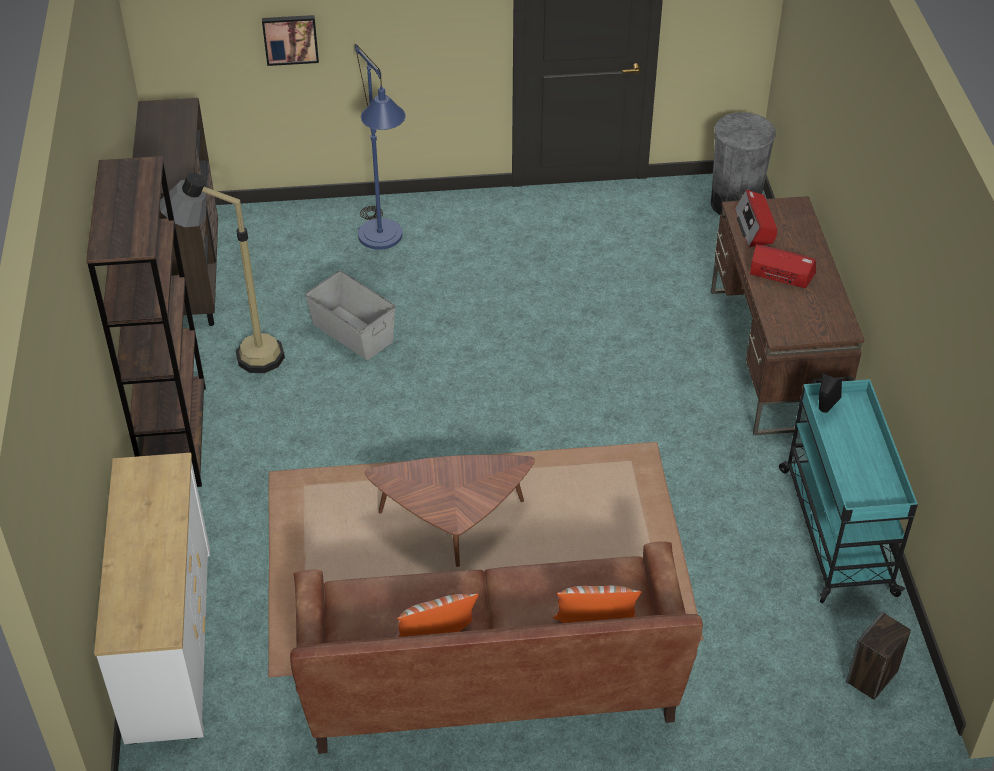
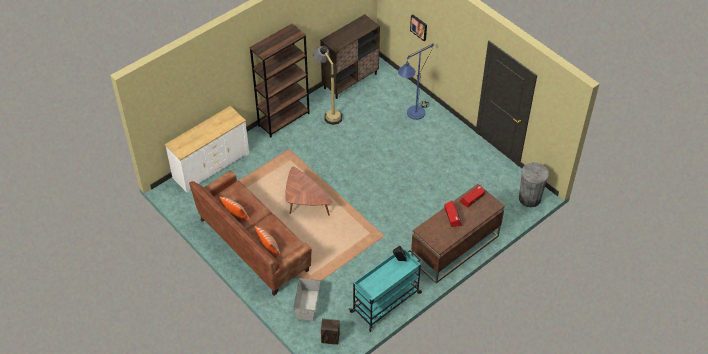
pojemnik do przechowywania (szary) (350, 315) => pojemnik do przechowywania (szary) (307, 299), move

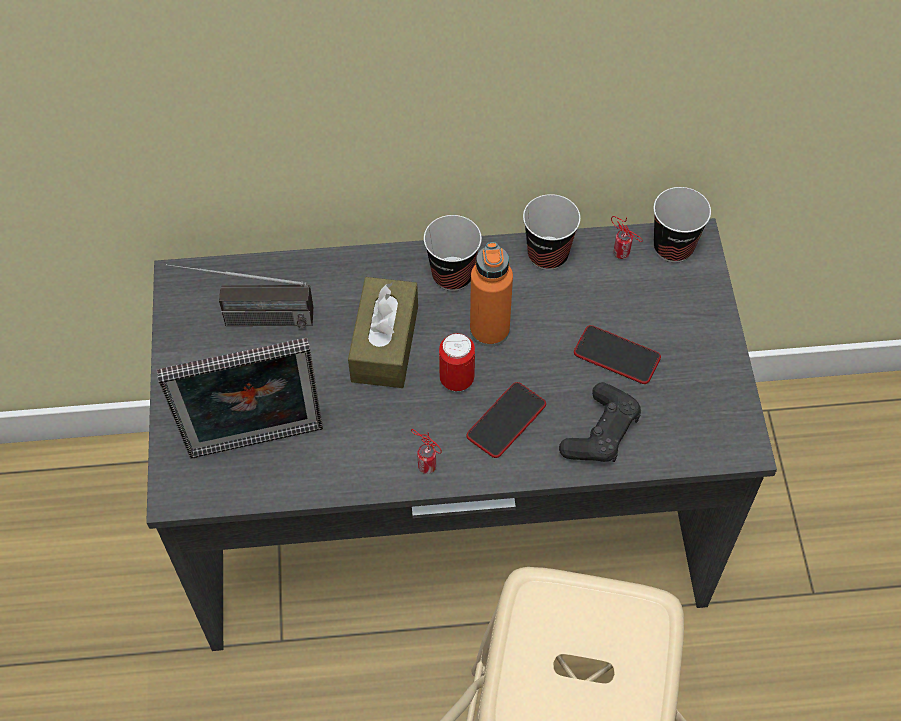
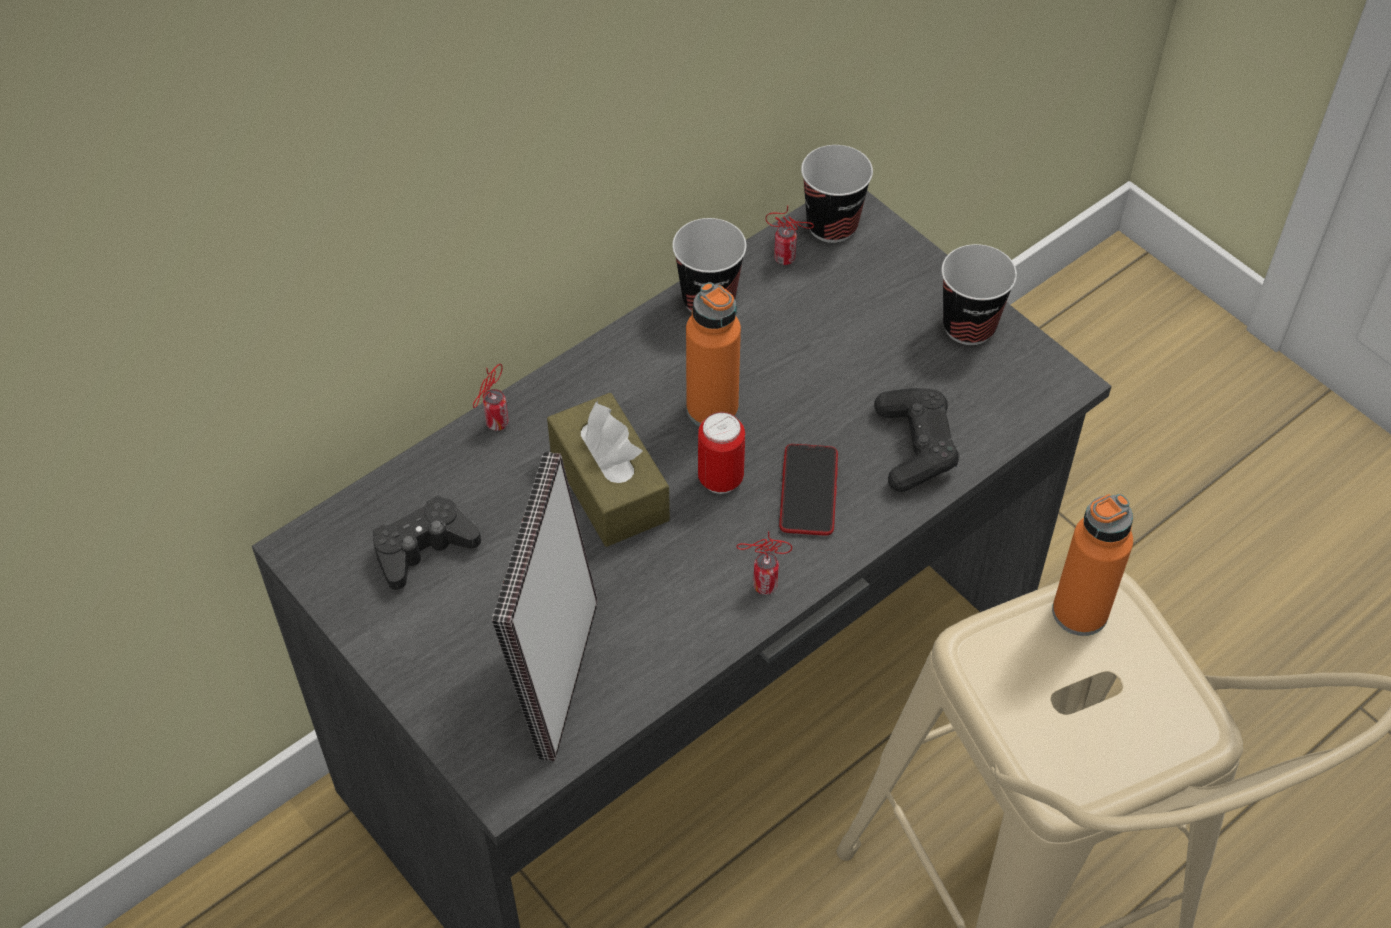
filiżanka (453, 253) => filiżanka (979, 294), move
radio (239, 296) => pad do gier (czarny) (427, 542)
telefon (617, 354) => nothing
ramka na zdjęcie (240, 398) => ramka na zdjęcie (545, 606), 150 degrees clockwise
nothing => puszka (491, 397)
nothing => butelka (pomarańczowy) (1092, 565)

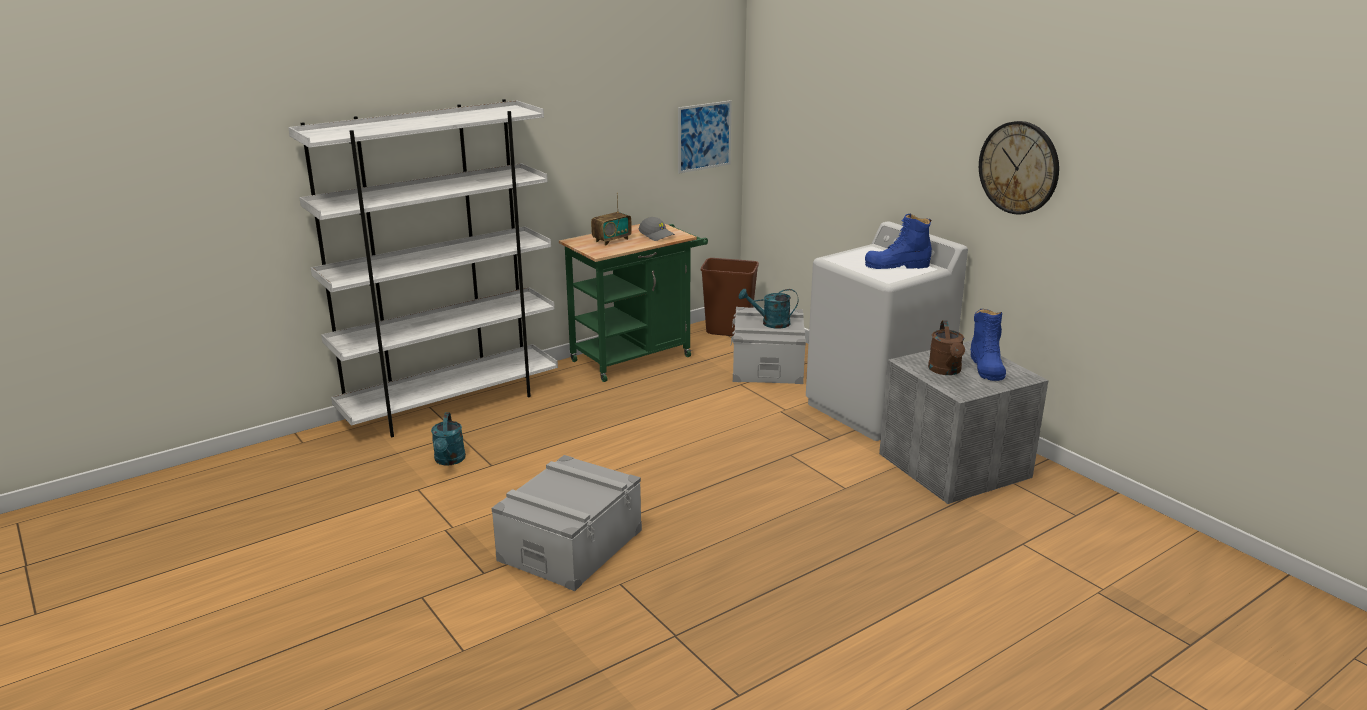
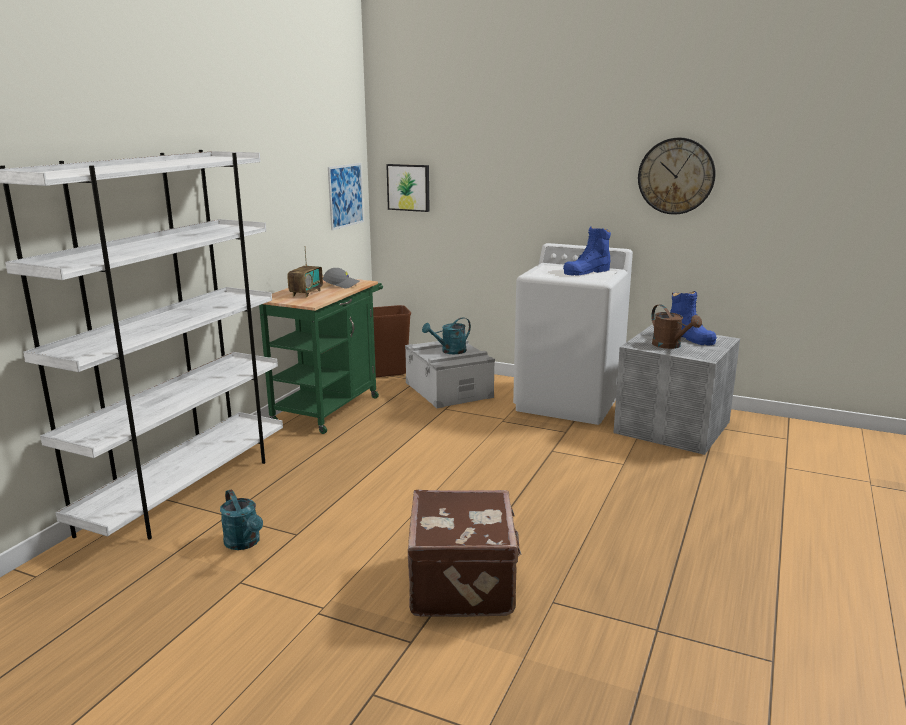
pojemnik do przechowywania (szary) (566, 523) => walizka (brązowy) (464, 553)
nothing => obraz (408, 188)

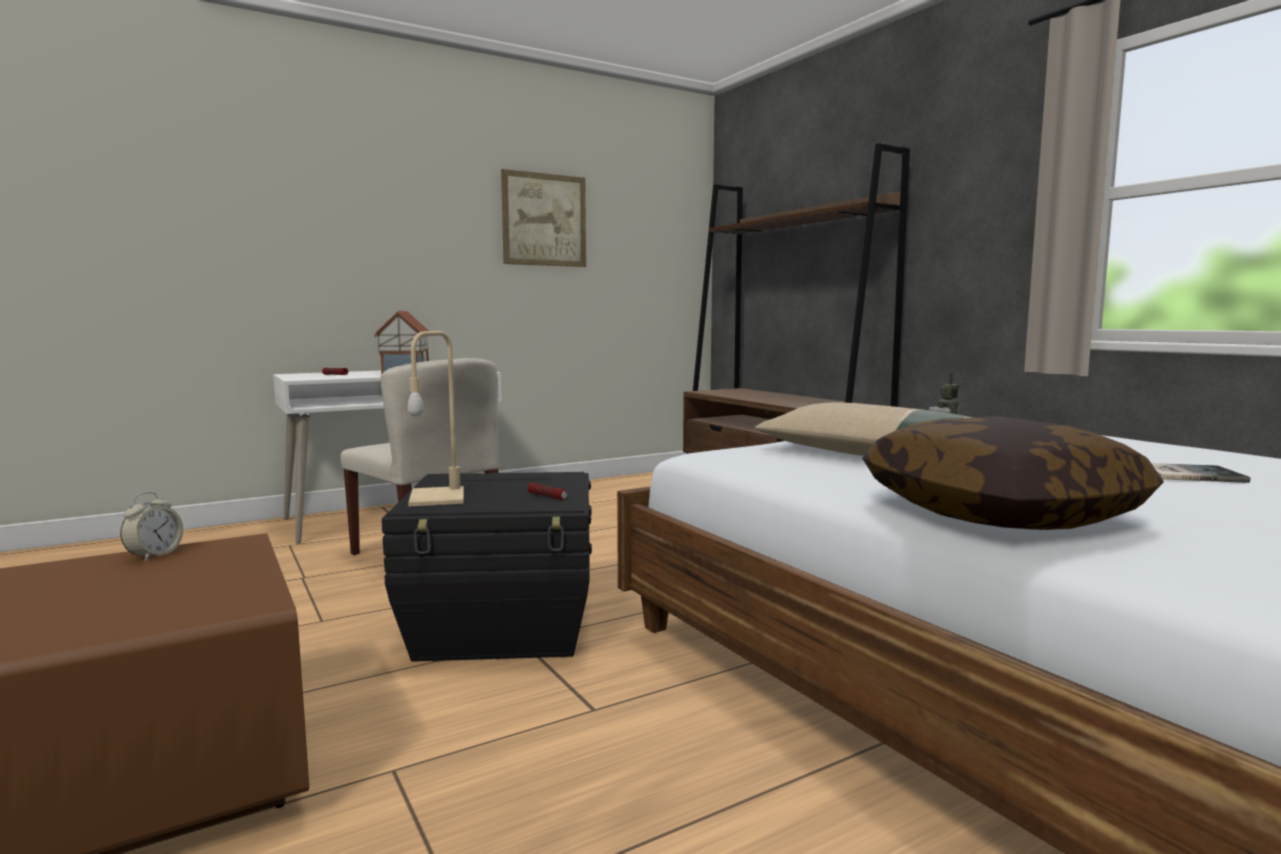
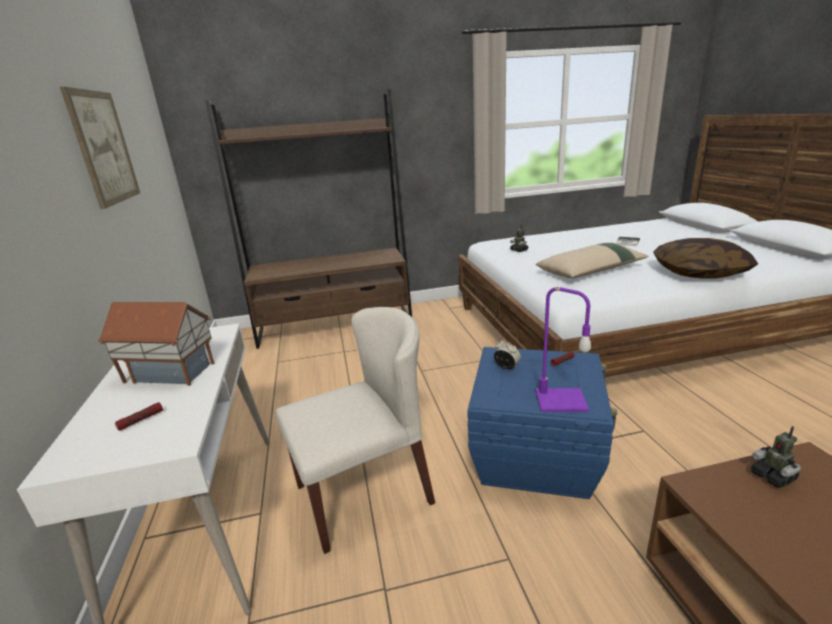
lampa stołowa (beżowy) (435, 419) => lampa stołowa (fioletowy) (563, 349)
pojemnik do przechowywania (czarny) (487, 567) => pojemnik do przechowywania (niebieski) (542, 423)
budzik (151, 527) => budzik (507, 355), move
nothing => robot zabawkowy (776, 457)

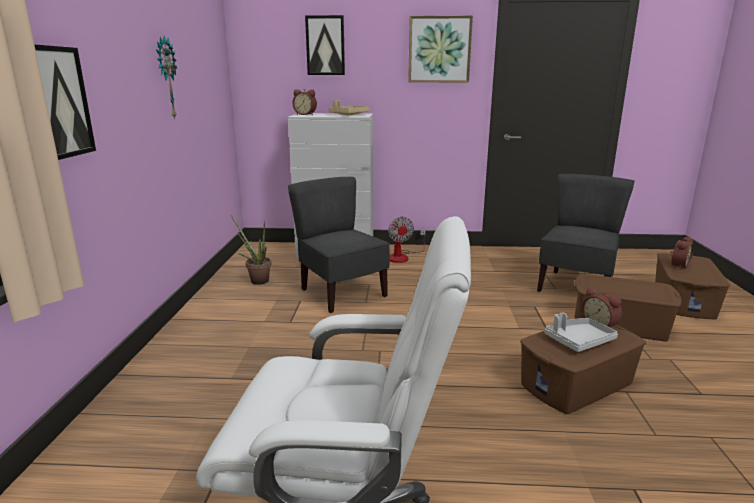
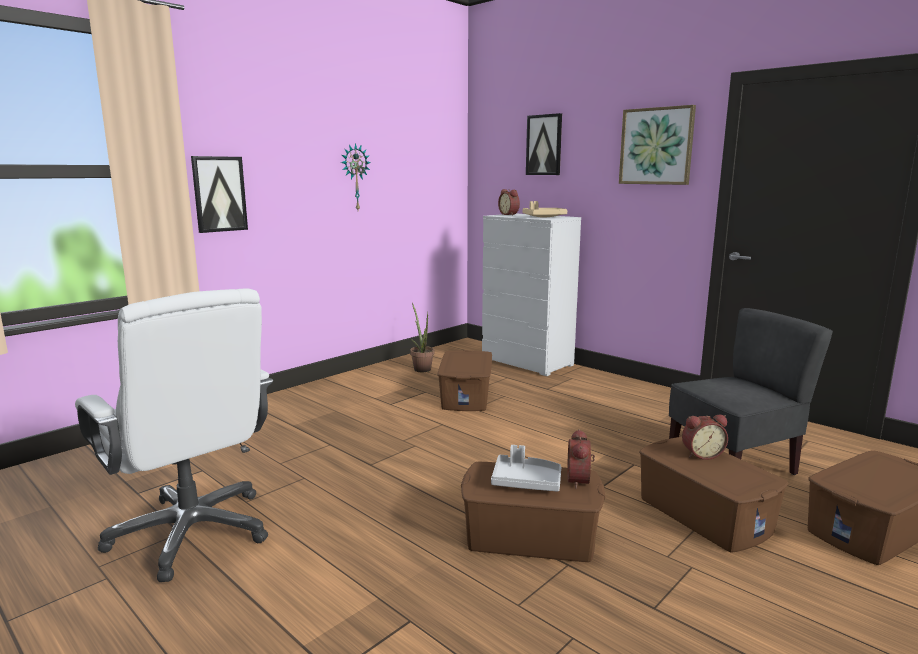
krzesło (szary) (339, 245) => pojemnik do przechowywania (brązowy) (465, 380)
wentylator (407, 240) => nothing
budzik (682, 253) => budzik (705, 437), move

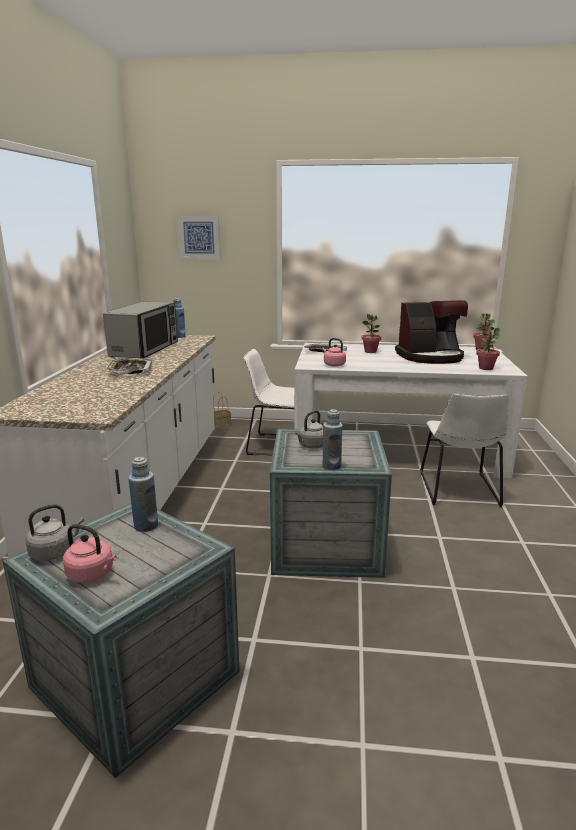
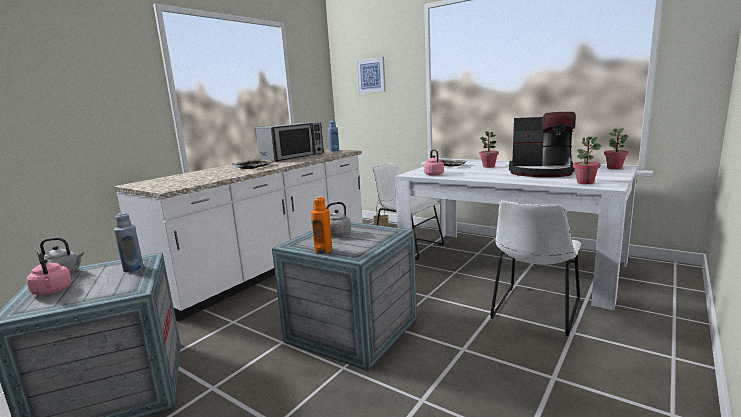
butelka (niebieski) (332, 439) => butelka (pomarańczowy) (321, 225)

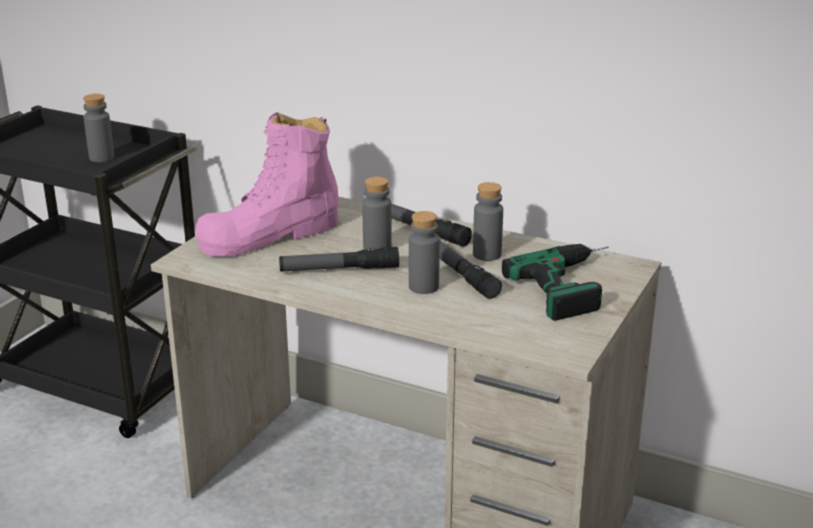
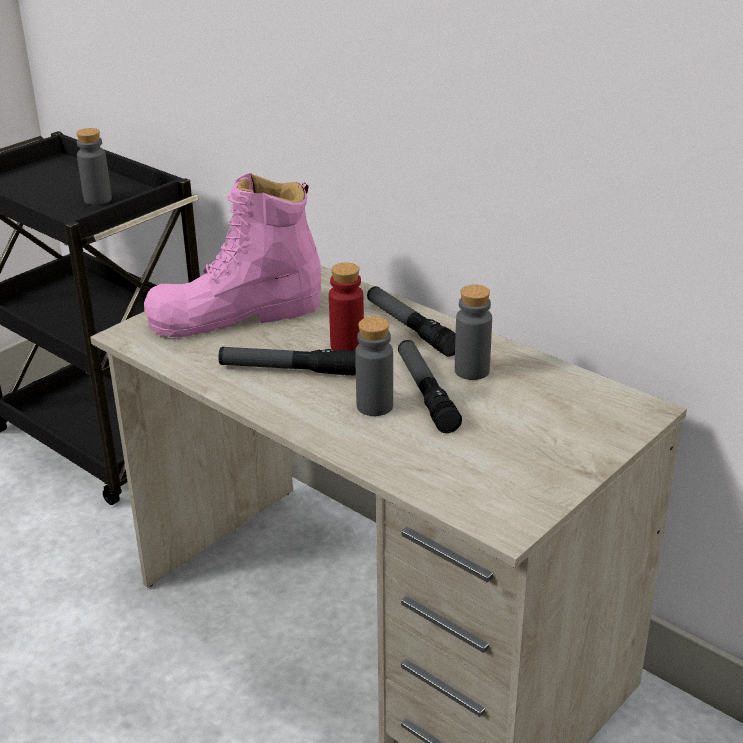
butelka (szary) (377, 213) => butelka (czerwony) (346, 306)
wiertarka (555, 282) => nothing

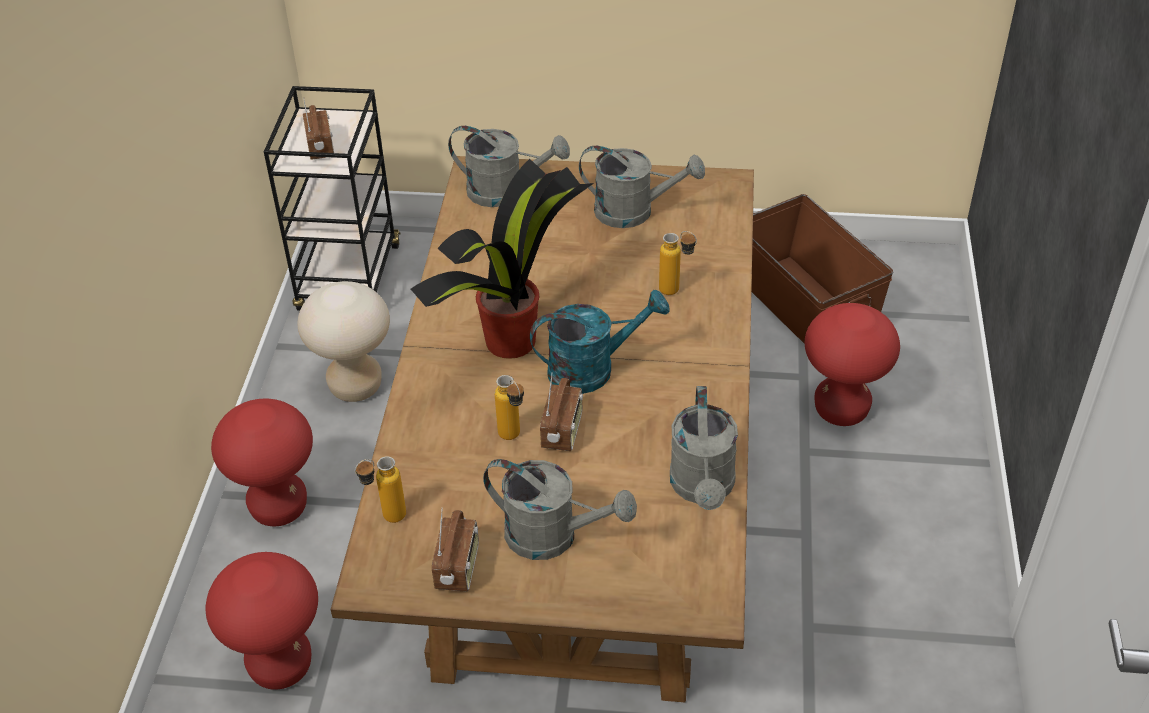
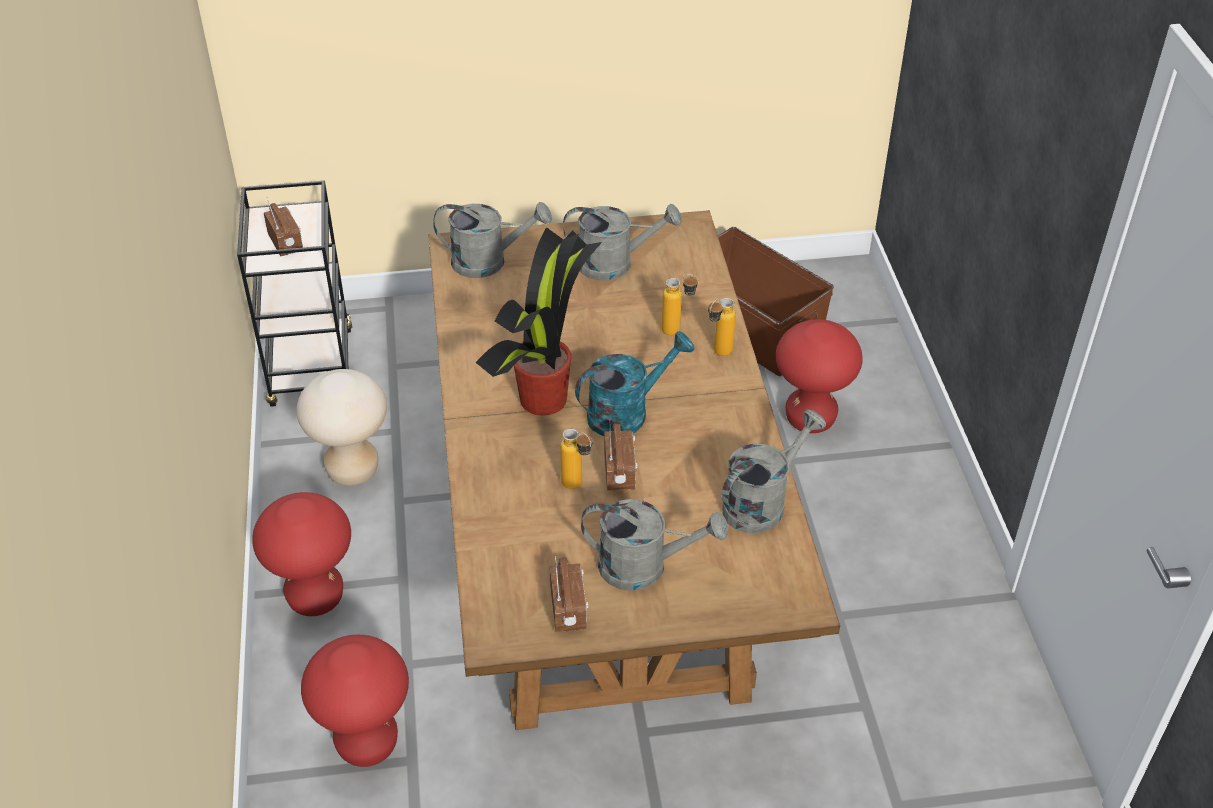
konewka (szary) (704, 448) => konewka (szary) (774, 471), 120 degrees counterclockwise
butelka (380, 489) => butelka (722, 327), move

